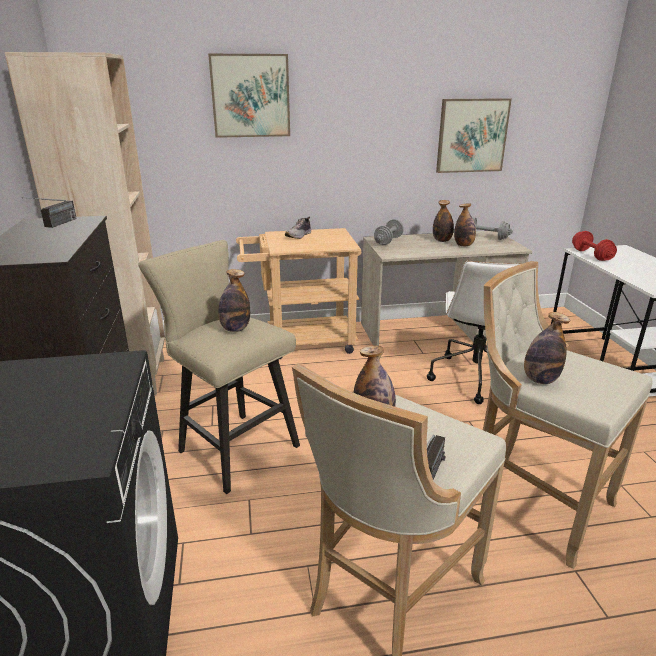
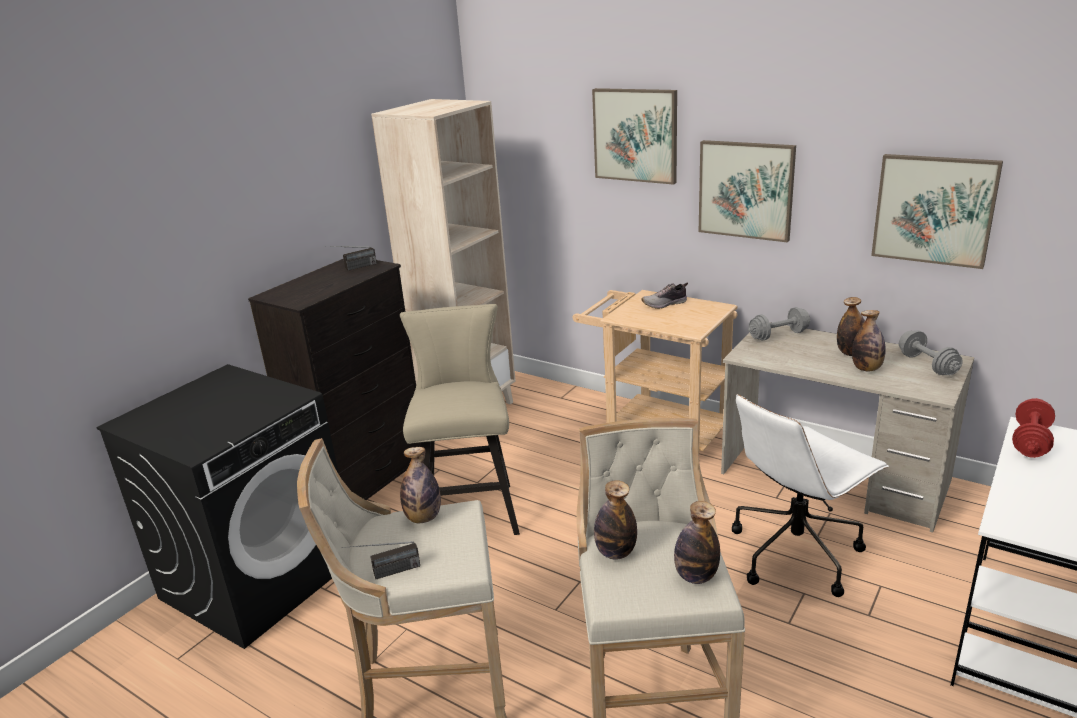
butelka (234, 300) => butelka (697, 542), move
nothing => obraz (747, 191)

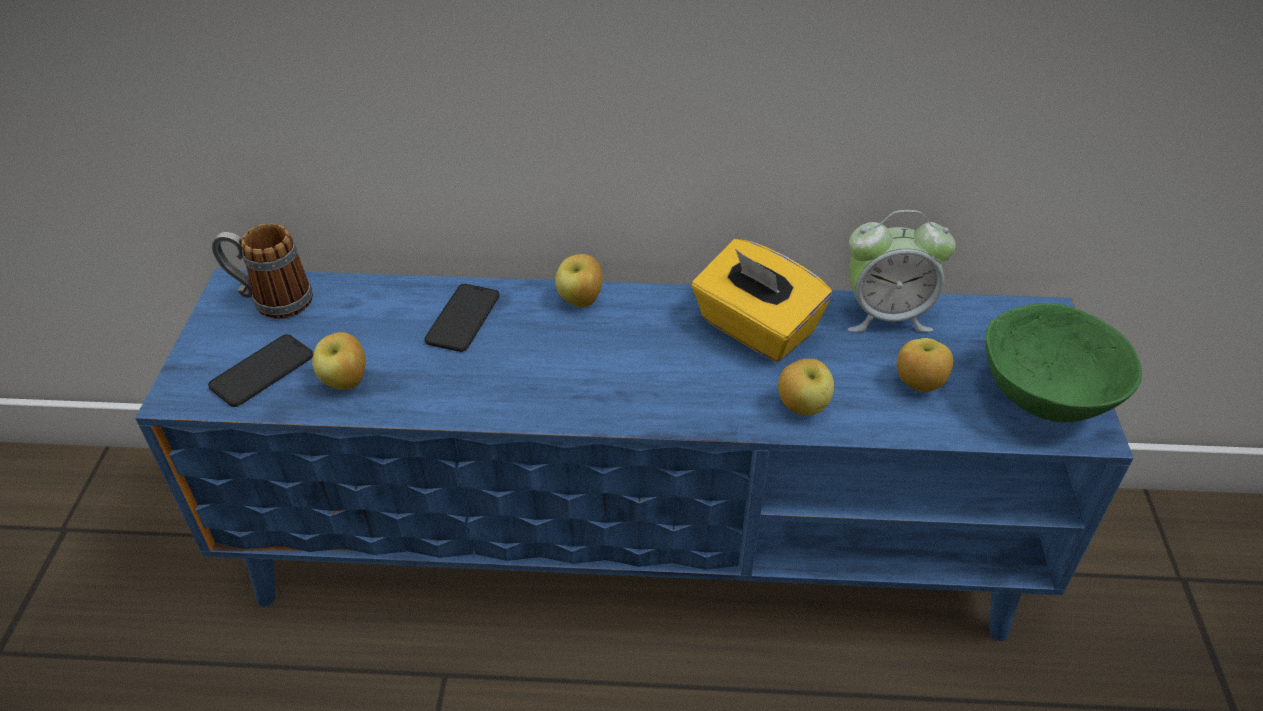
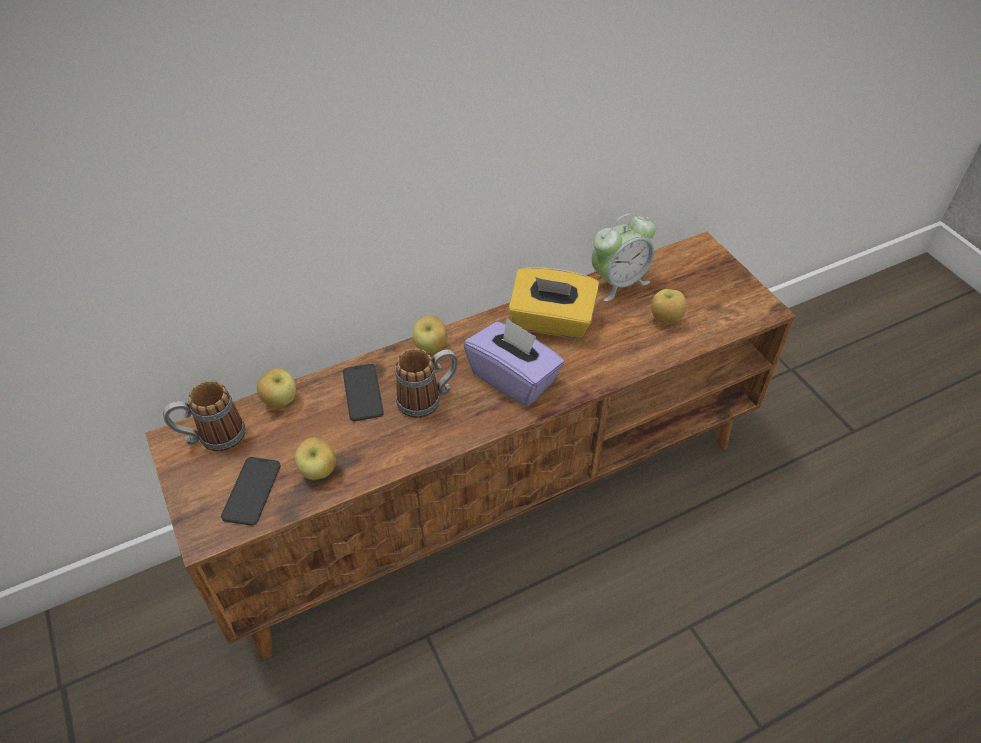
szafka pod telewizor (niebieski) (634, 455) => szafka pod telewizor (brązowy) (470, 445)
miska (zielony) (1064, 362) => nothing
jabłko (806, 387) => jabłko (276, 388), move
nothing => pudełko chusteczek (fioletowy) (514, 361)
nothing => kubek (426, 383)

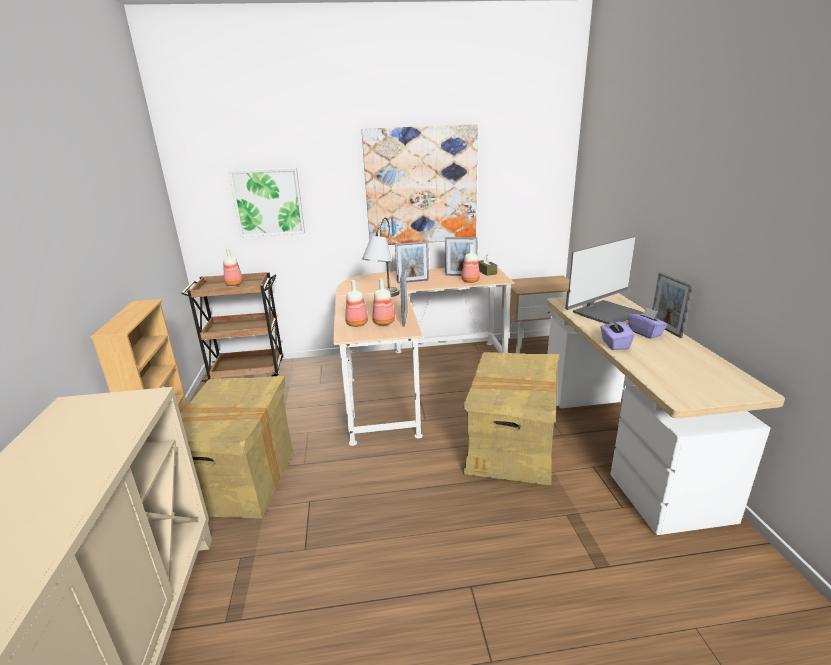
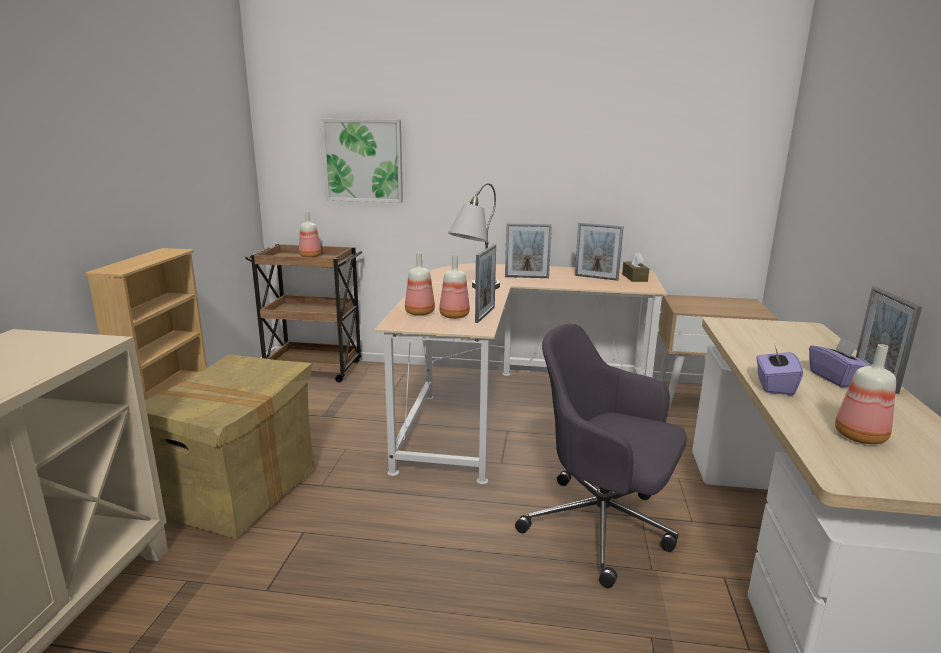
obraz (420, 184) => nothing
monitor (604, 280) => nothing
butelka (471, 263) => butelka (865, 394), move
karton (511, 419) => krzesło biurowe (szary) (601, 455)

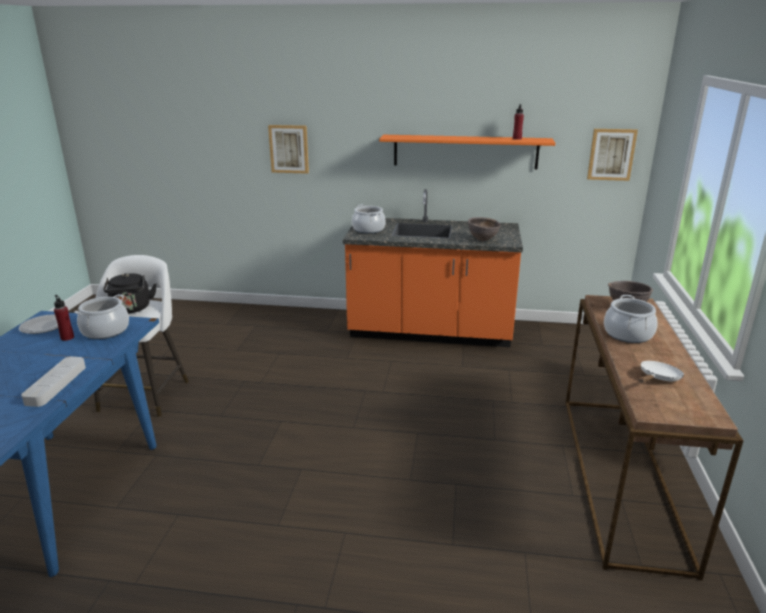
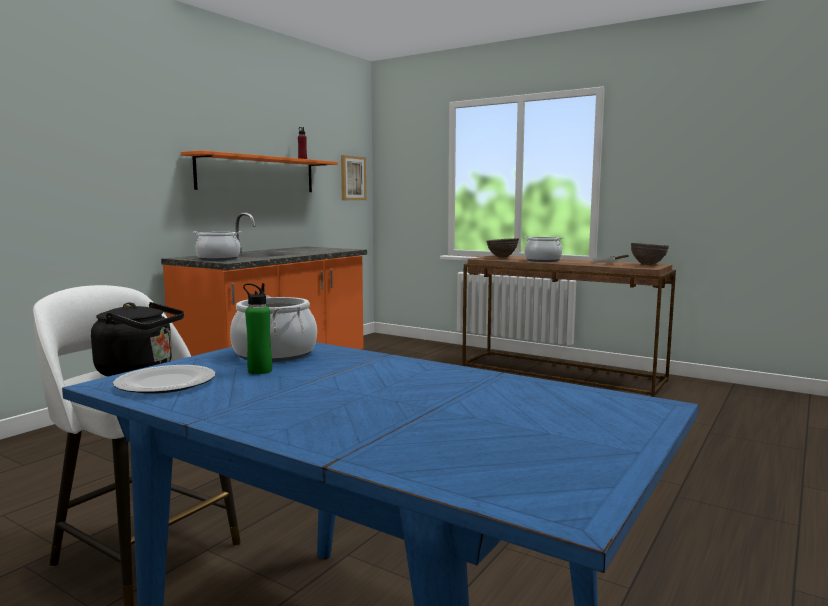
obraz (288, 149) => nothing
miska (brązowy) (484, 229) => miska (brązowy) (650, 254), move
butelka (czerwony) (64, 318) => butelka (zielony) (257, 328)
taca (szary) (53, 382) => nothing

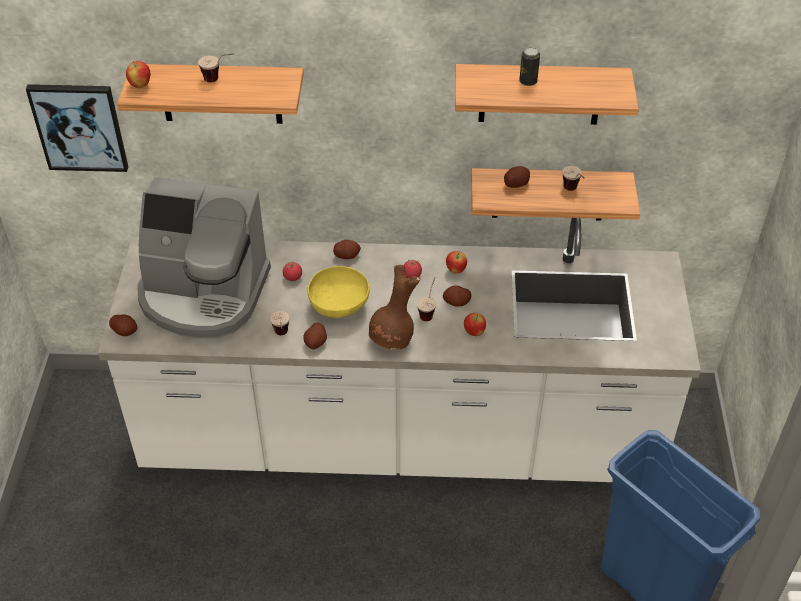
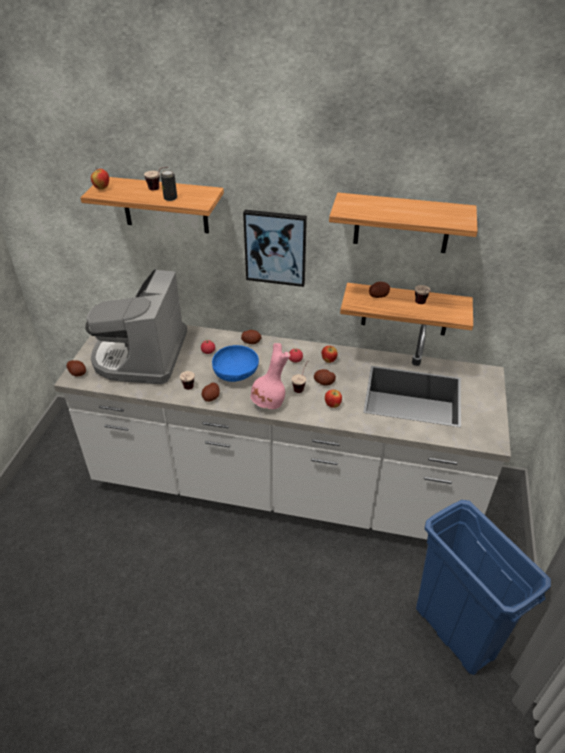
puszka (529, 66) => puszka (169, 185), move
obraz (77, 128) => obraz (275, 248), move
ekspres do kawy (204, 258) => ekspres do kawy (136, 326), 75 degrees clockwise
wazon (brązowy) (394, 307) => wazon (różowy) (270, 376)
miska (żółty) (339, 292) => miska (niebieski) (235, 363)

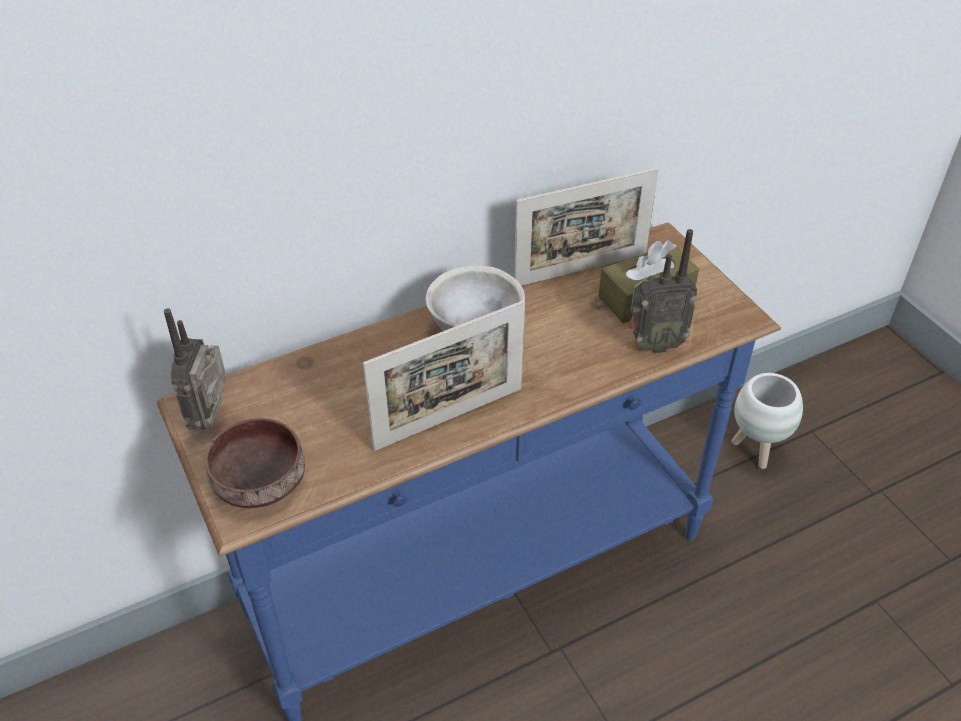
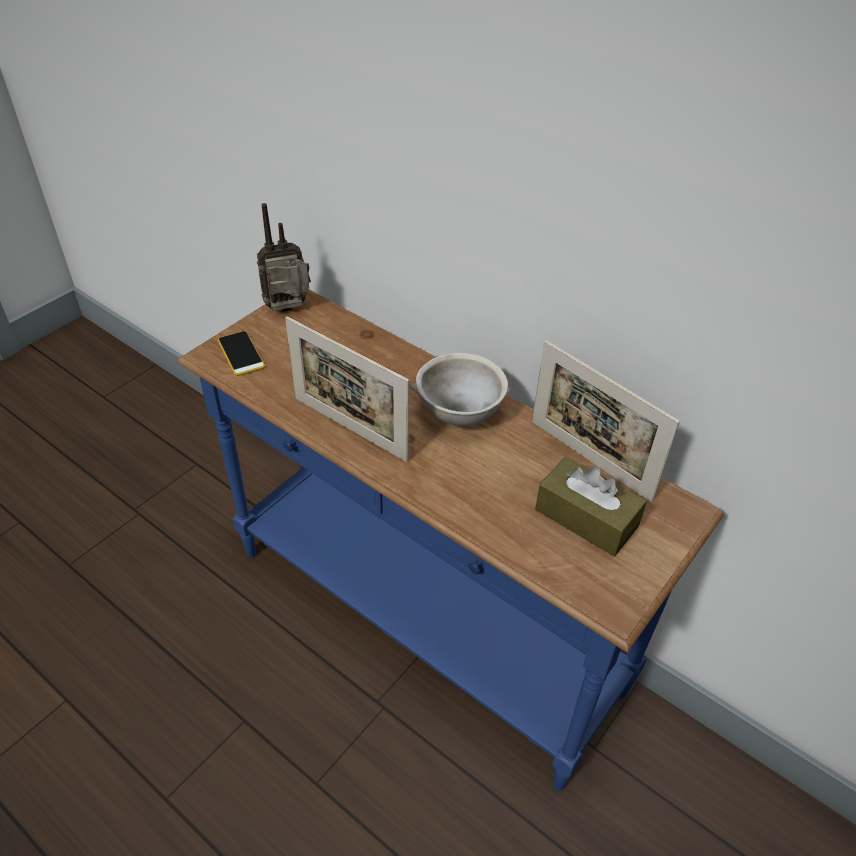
radio (663, 291) => nothing
donica (biały) (767, 421) => nothing
miska (brązowy) (255, 463) => telefon (241, 353)

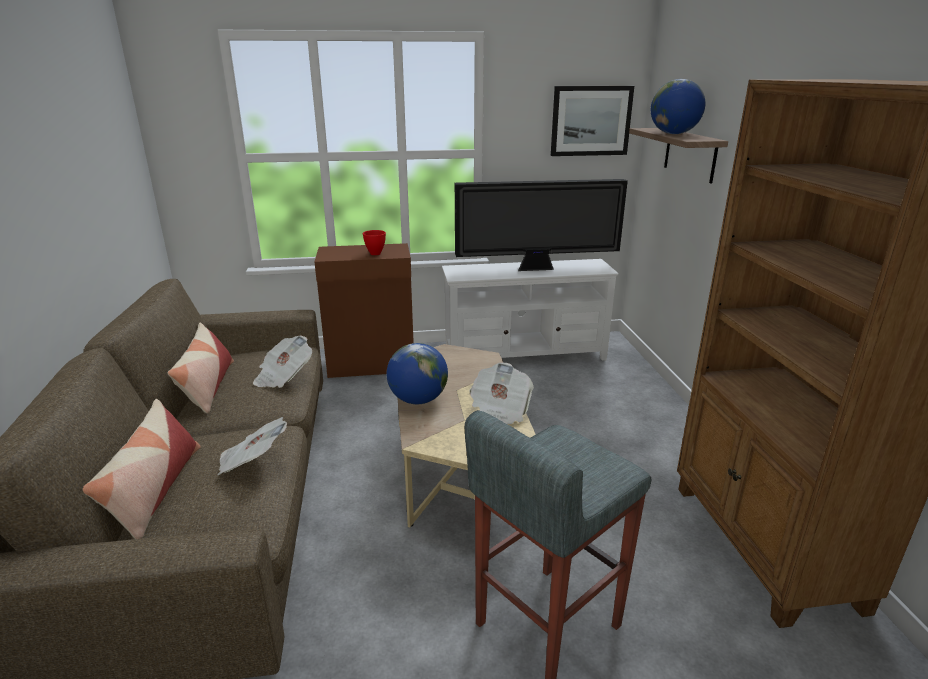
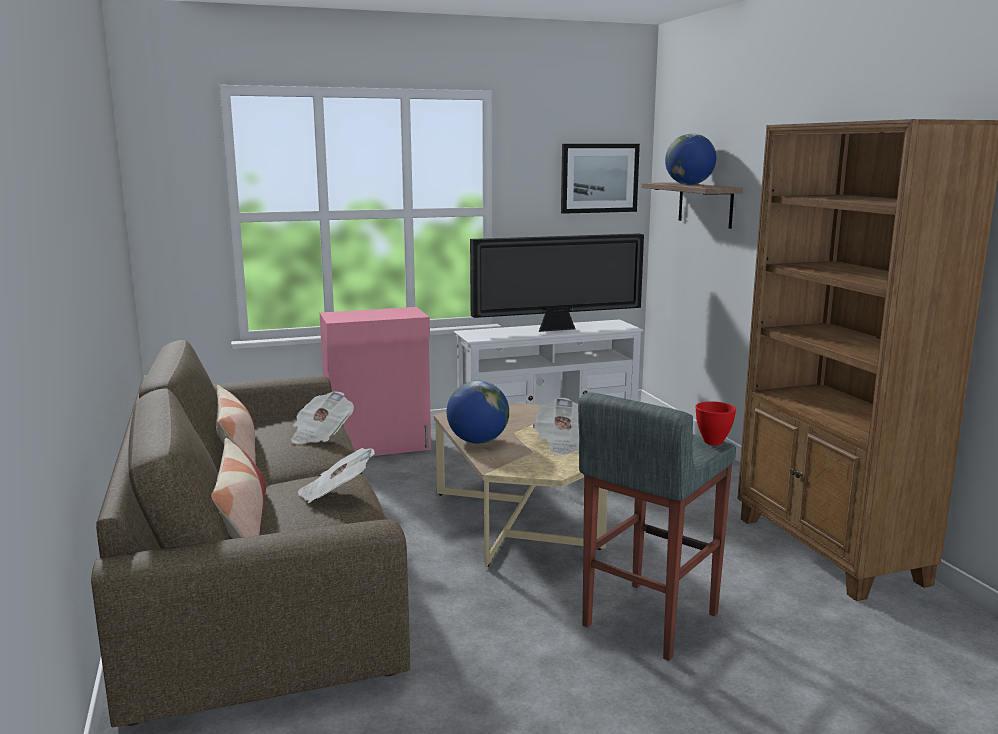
miska (czerwony) (374, 242) => miska (czerwony) (715, 423), move
szafka (brązowy) (364, 310) => szafka (różowy) (375, 381)

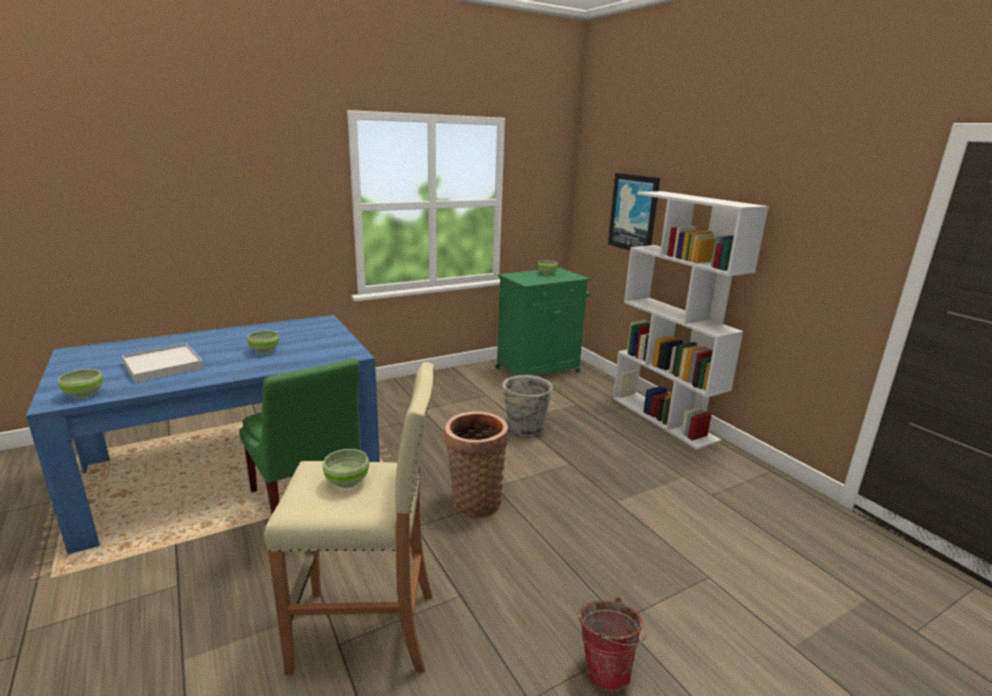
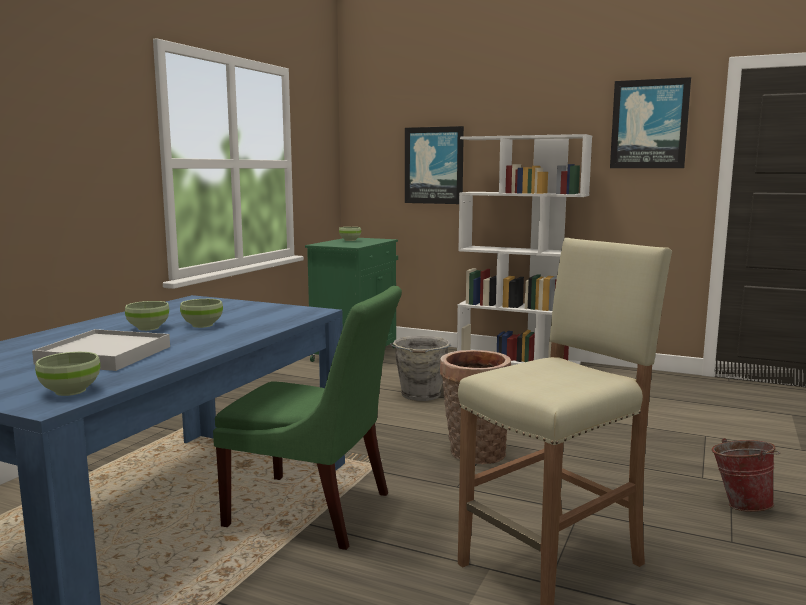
miska (zielony) (346, 468) => miska (zielony) (147, 316), move
nothing => obraz (650, 122)

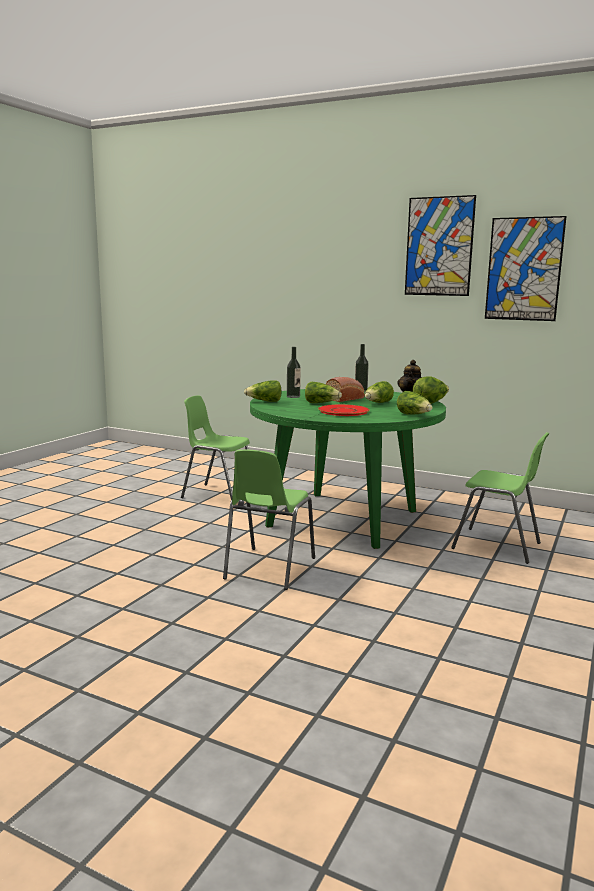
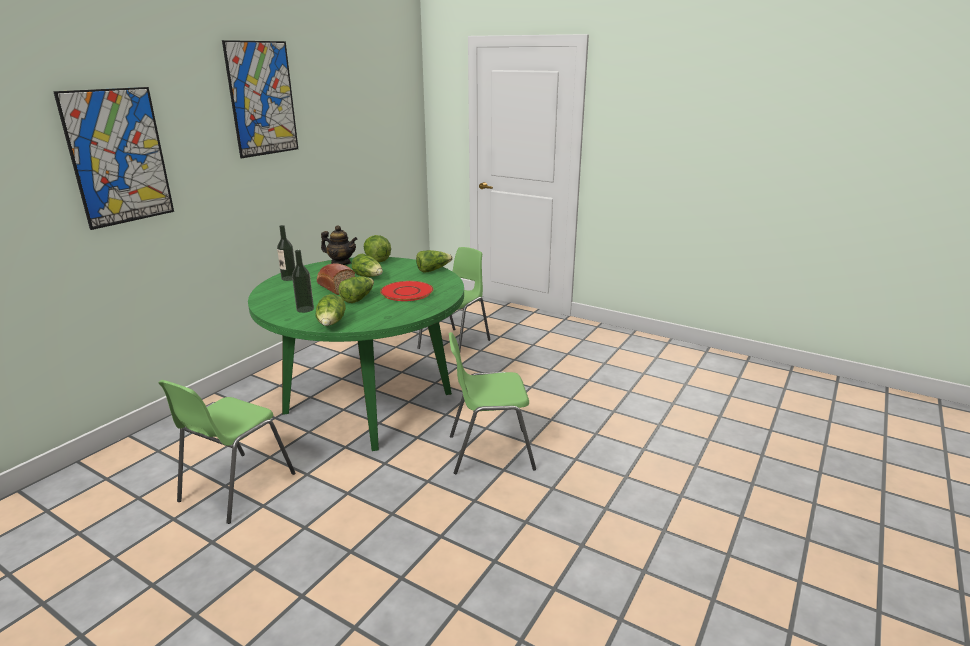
obraz (526, 268) => obraz (113, 158), move
krzesło (zielony) (269, 519) => krzesło (zielony) (492, 403), 150 degrees clockwise

